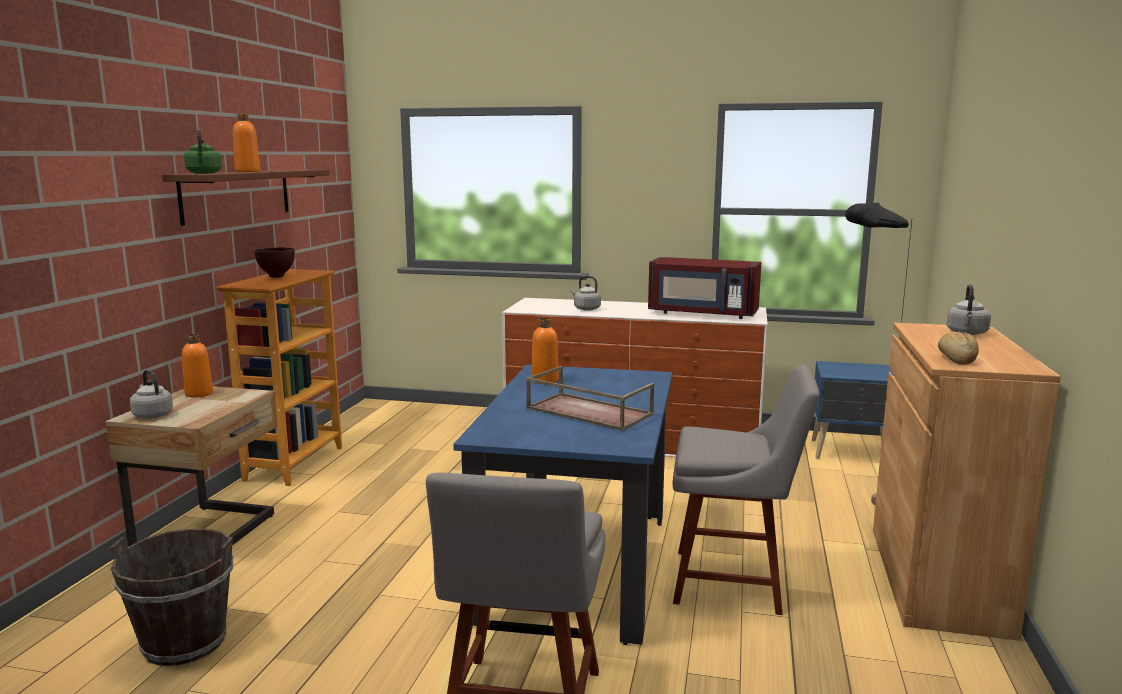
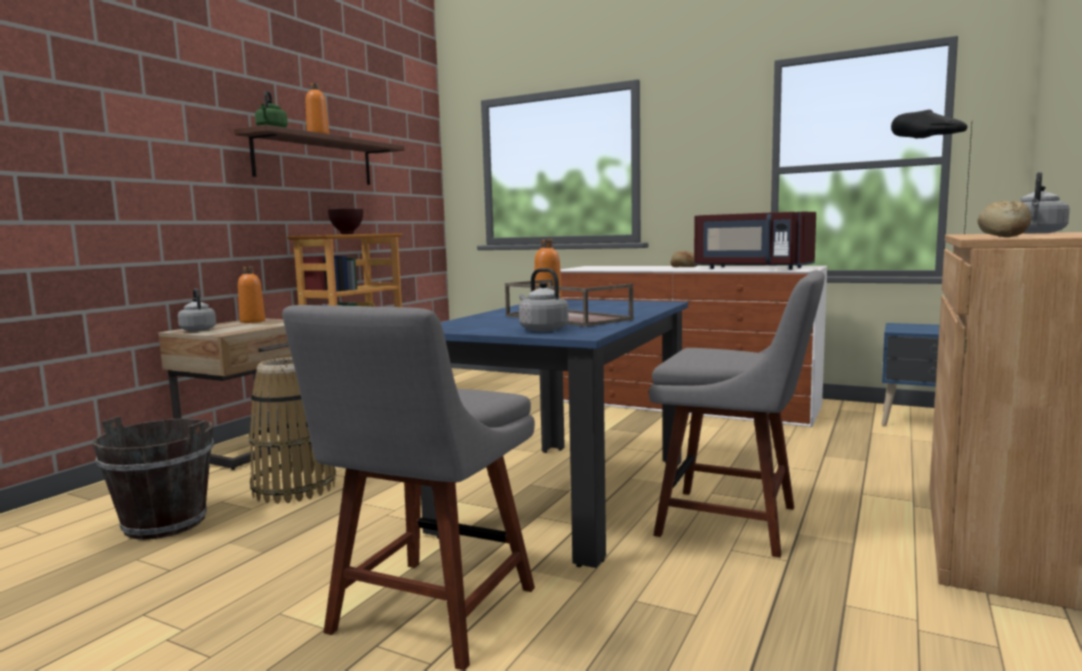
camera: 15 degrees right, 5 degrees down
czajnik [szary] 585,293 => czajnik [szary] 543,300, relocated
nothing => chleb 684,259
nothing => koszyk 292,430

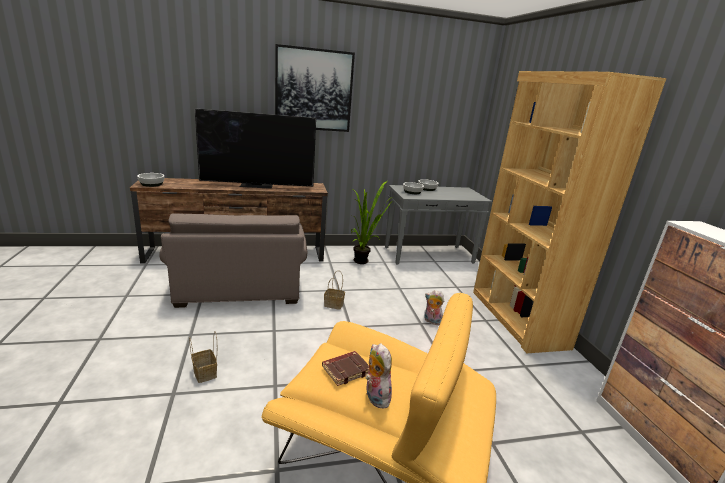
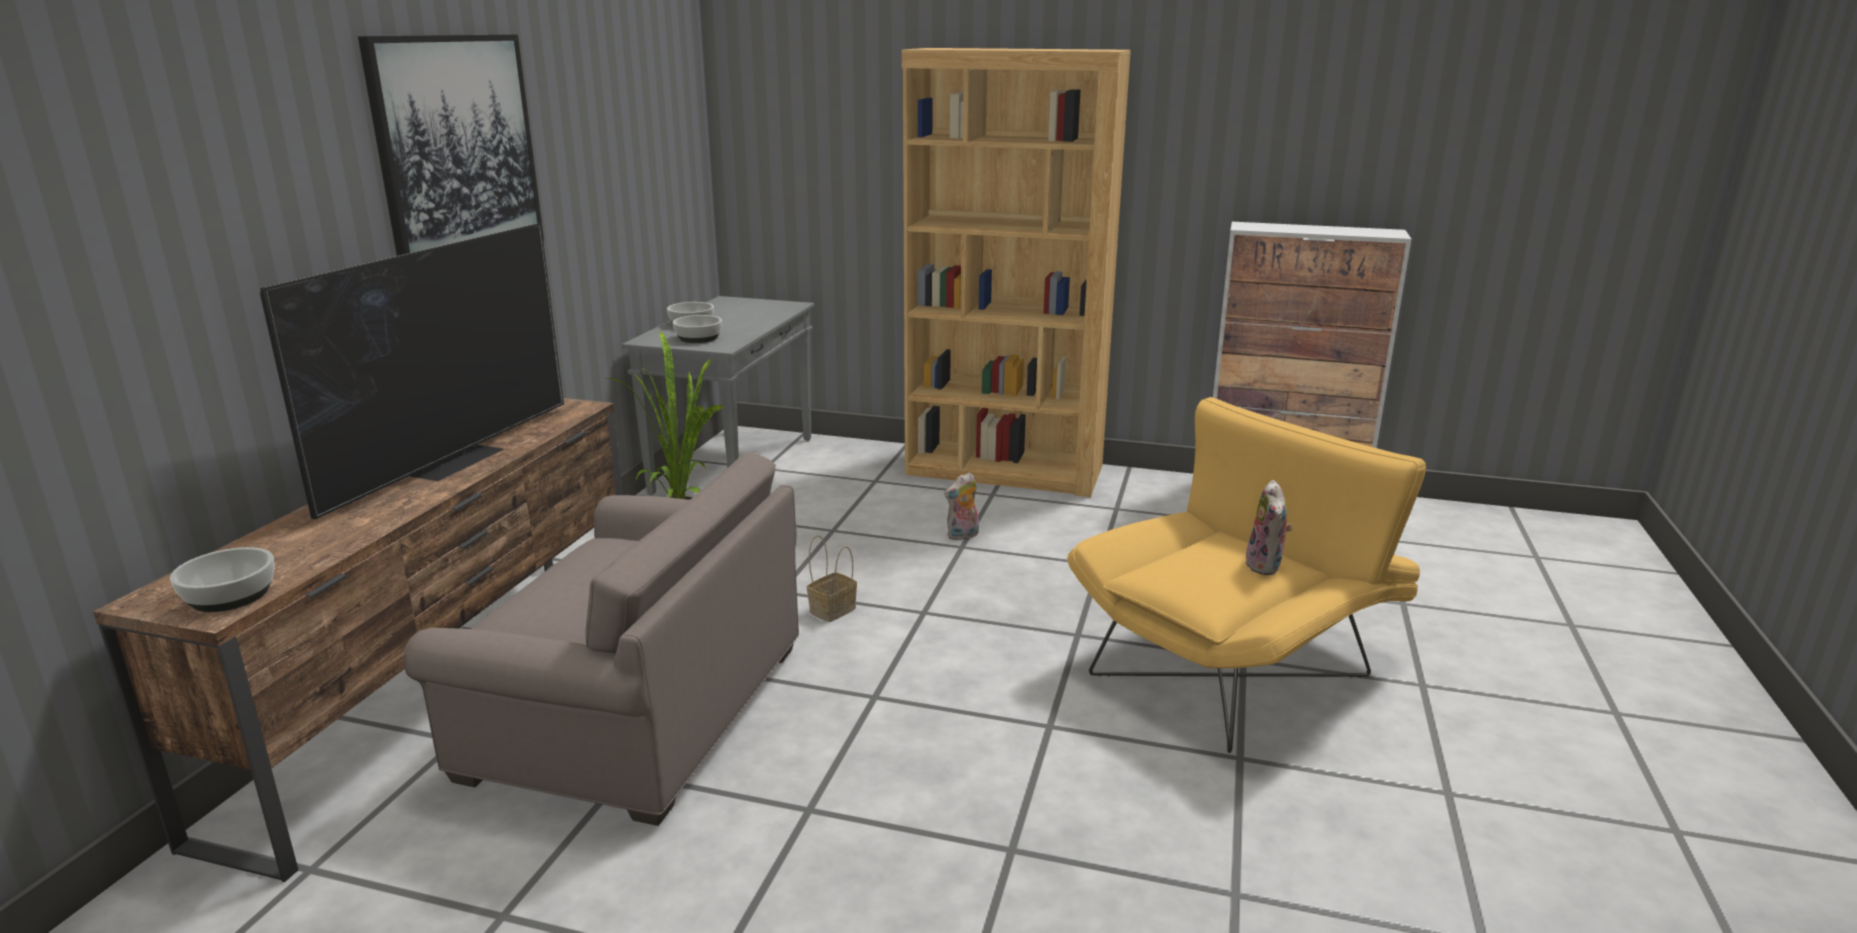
camera: 60 degrees left, 0 degrees up
koszyk 203,357 => nothing
pluszak 378,375 => pluszak 1269,527, 90 degrees counterclockwise
książka [brązowy] 345,368 => nothing

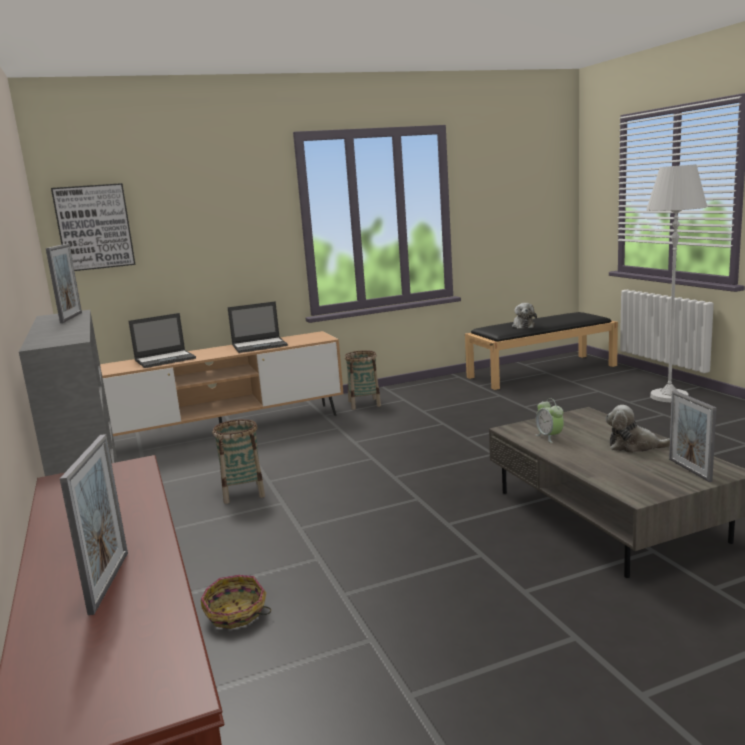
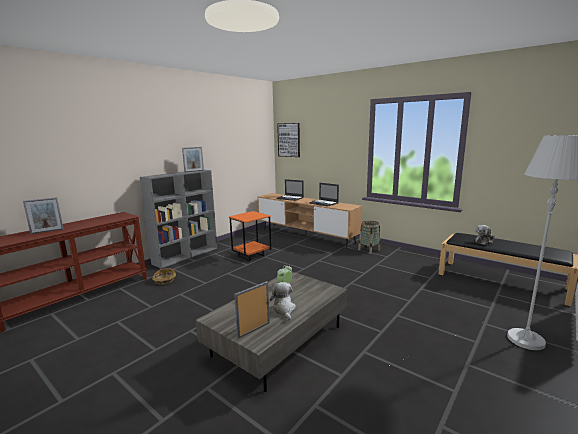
camera: 60 degrees right, 0 degrees up
koszyk 239,461 => stolik [pomarańczowy] 250,236

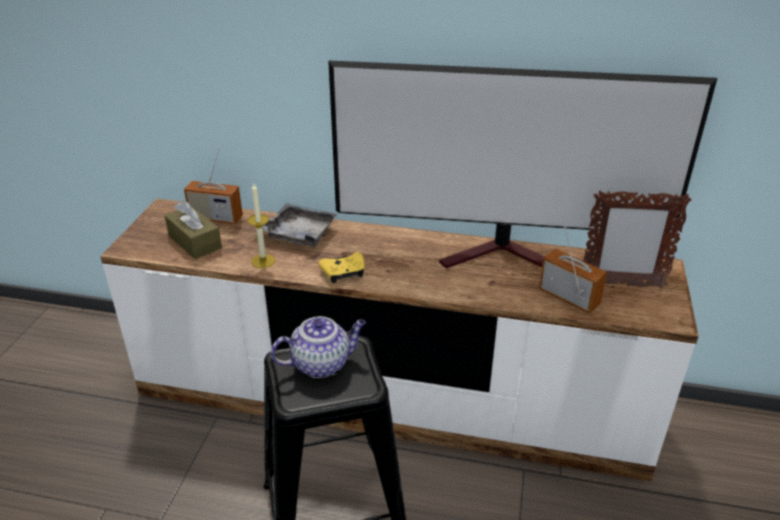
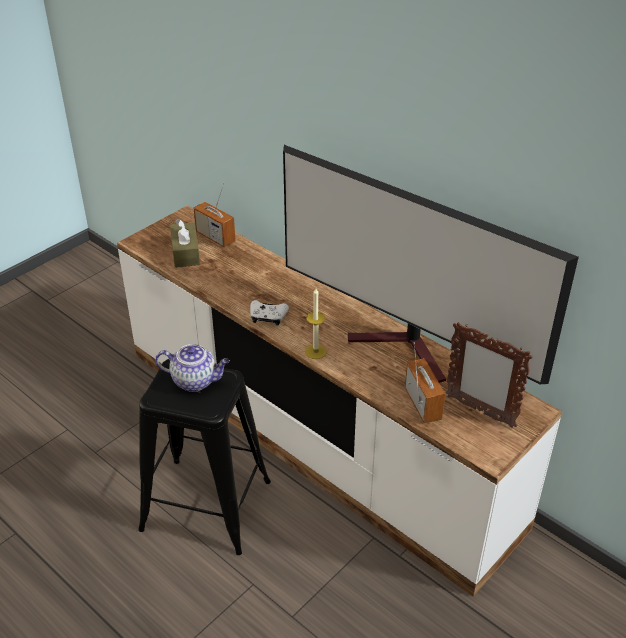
camera: 30 degrees right, 5 degrees up
świeca 261,225 => świeca 316,323, relocated
taca [szary] 294,225 => nothing
pad do gier [żółty] 341,267 => pad do gier [biały] 269,313

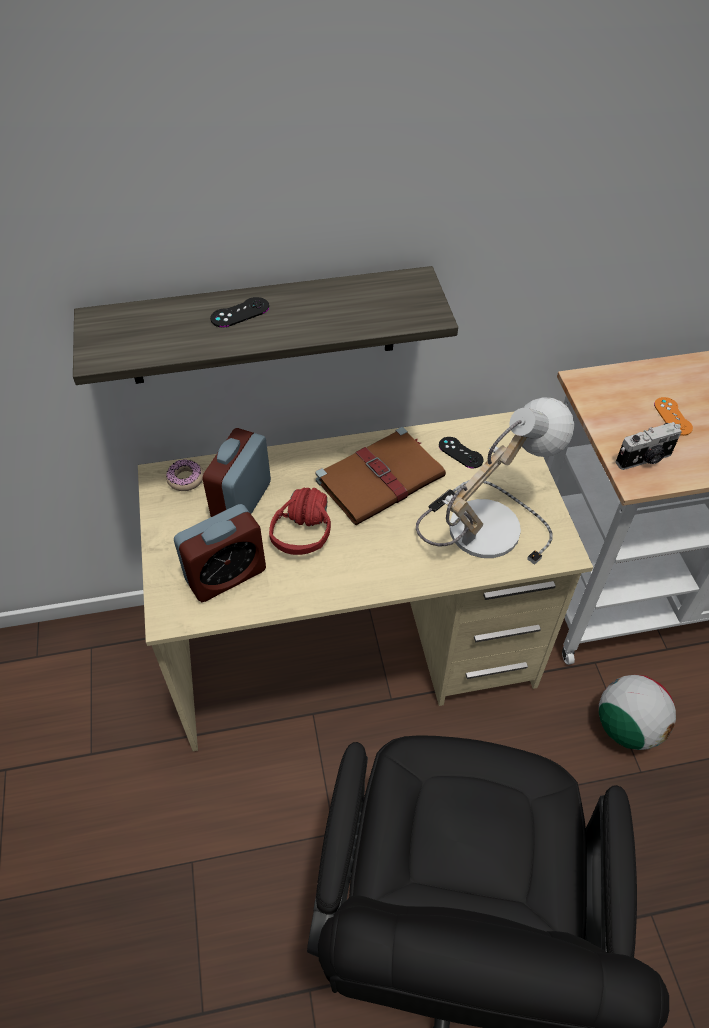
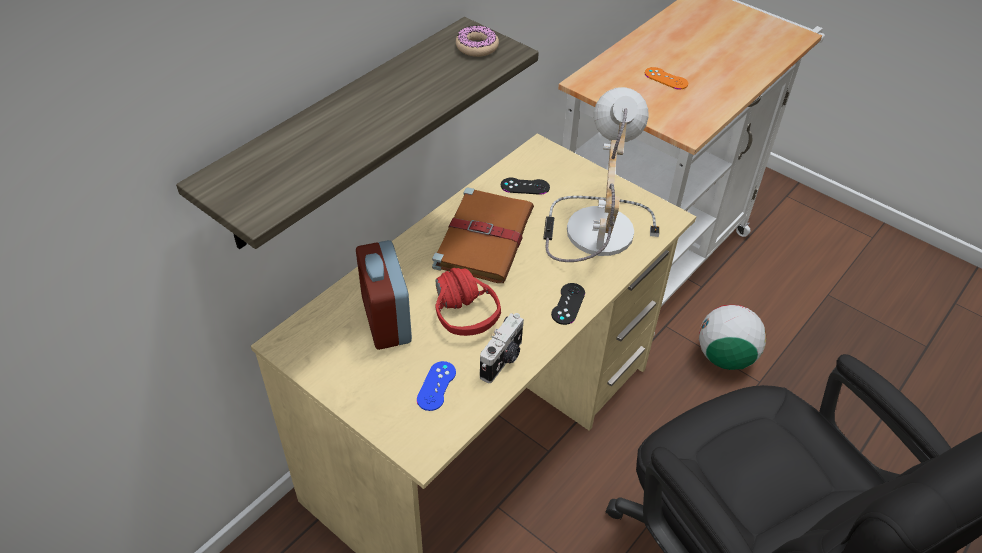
camera: 40 degrees left, 5 degrees down
pad do gier [czarny] 239,312 => pad do gier [czarny] 568,304, relocated
aparat fotograficzny 649,446 => aparat fotograficzny 502,348, relocated
donut 185,475 => donut 477,41, relocated
budzik 220,553 => pad do gier [niebieski] 436,386

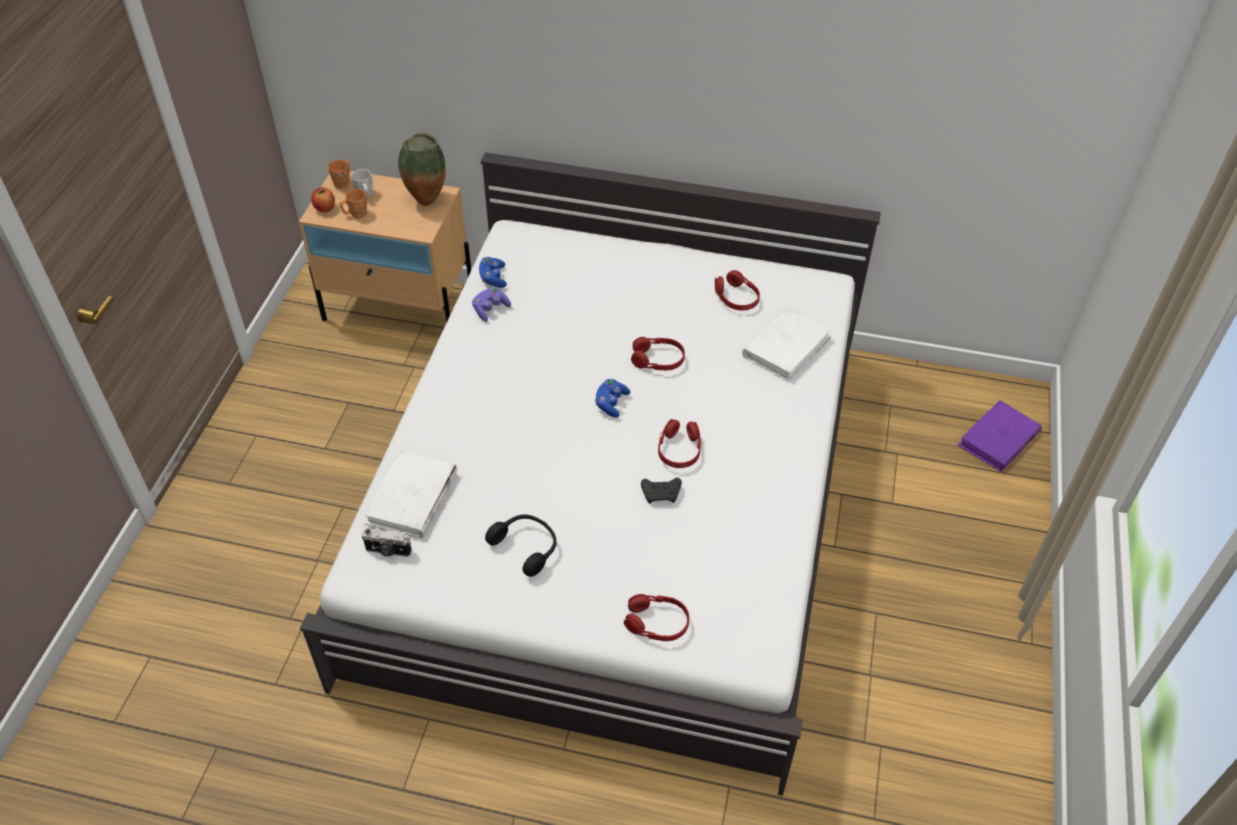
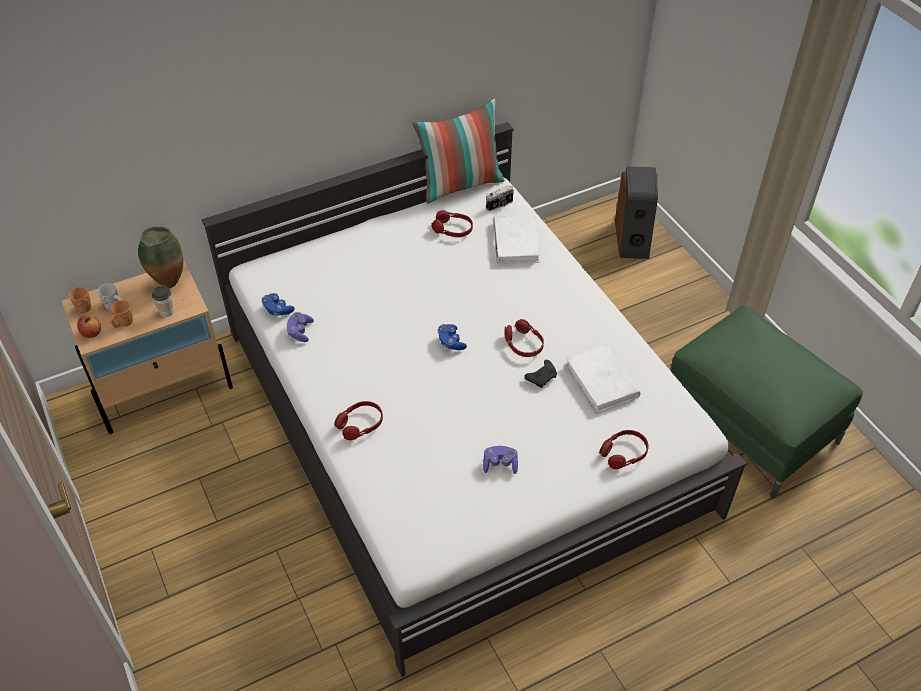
camera: 40 degrees left, 0 degrees up
słuchawki [czerwony] 658,353 => słuchawki [czerwony] 358,420, relocated
książka [fioletowy] 999,436 => głośnik 636,212
książka [biały] 410,494 => książka [biały] 603,379, relocated
słuchawki [czarny] 521,545 => pad do gier [fioletowy] 500,460
aparat fotograficzny 387,542 => aparat fotograficzny 500,198, relocated
nothing => poduszka 458,151
nothing => filiżanka 163,301
nothing => pufa [zielony] 767,402

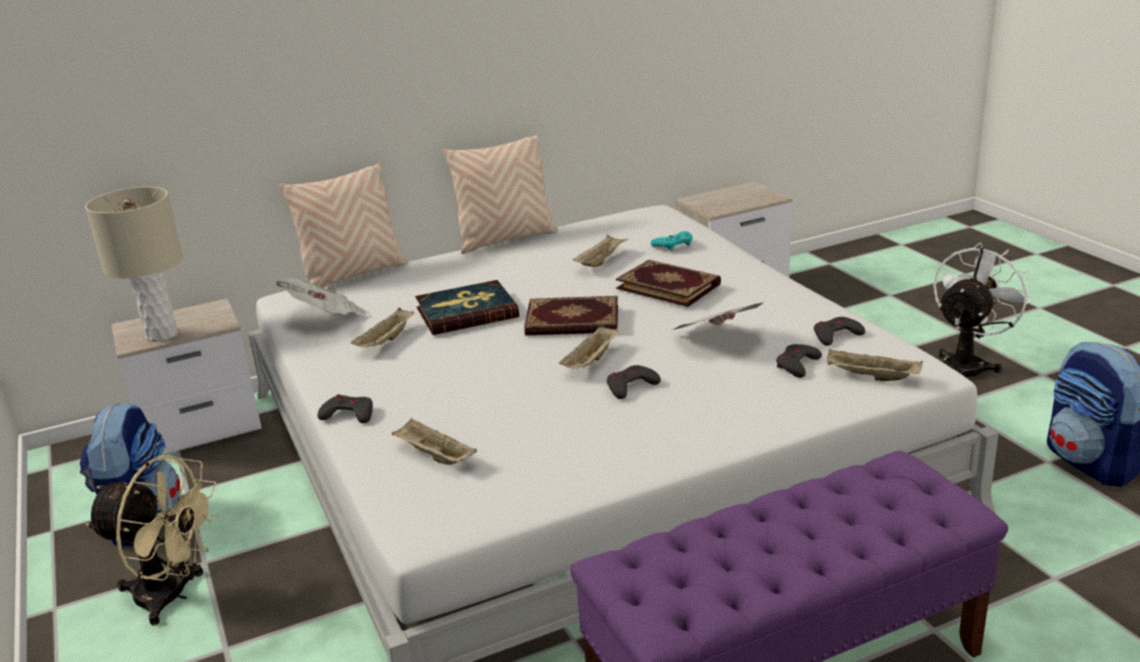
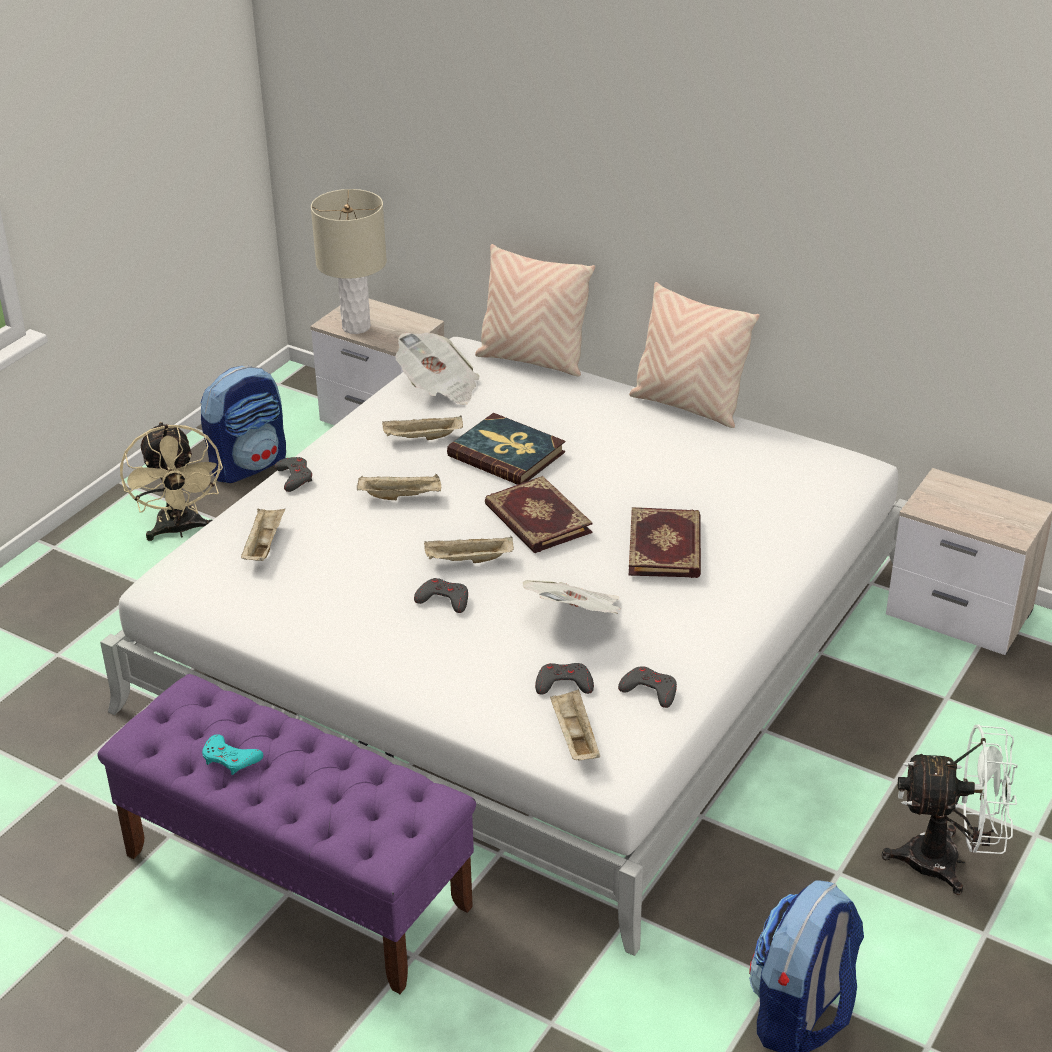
camera: 55 degrees right, 10 degrees up
pad do gier [turkusowy] 672,241 => pad do gier [turkusowy] 232,754, relocated
taca [beżowy] 600,251 => taca [beżowy] 399,487, relocated

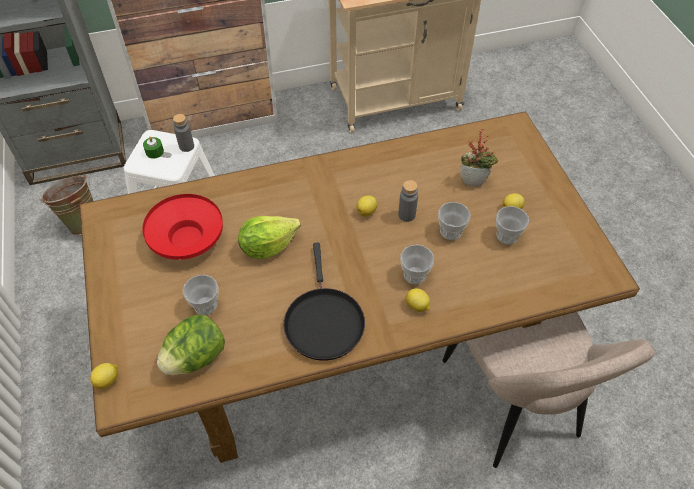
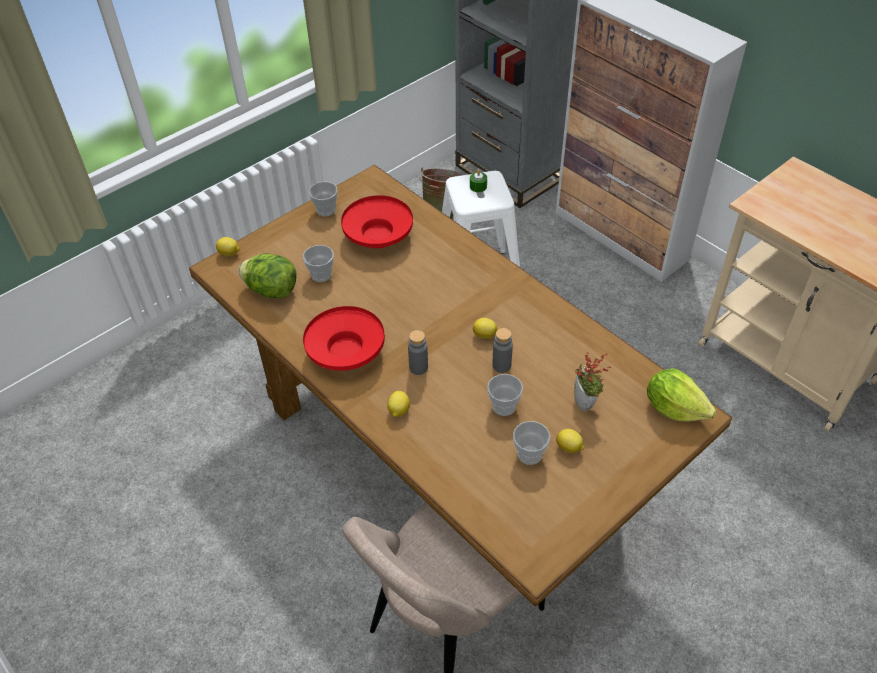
camera: 65 degrees right, 5 degrees down
butelka [szary] 183,133 => butelka [szary] 418,352, relocated
sałata 269,237 => sałata 682,395, relocated
patelnia [czarny] 324,302 => miska [czerwony] 344,338
filiżanka 417,264 => filiżanka 323,199, relocated

